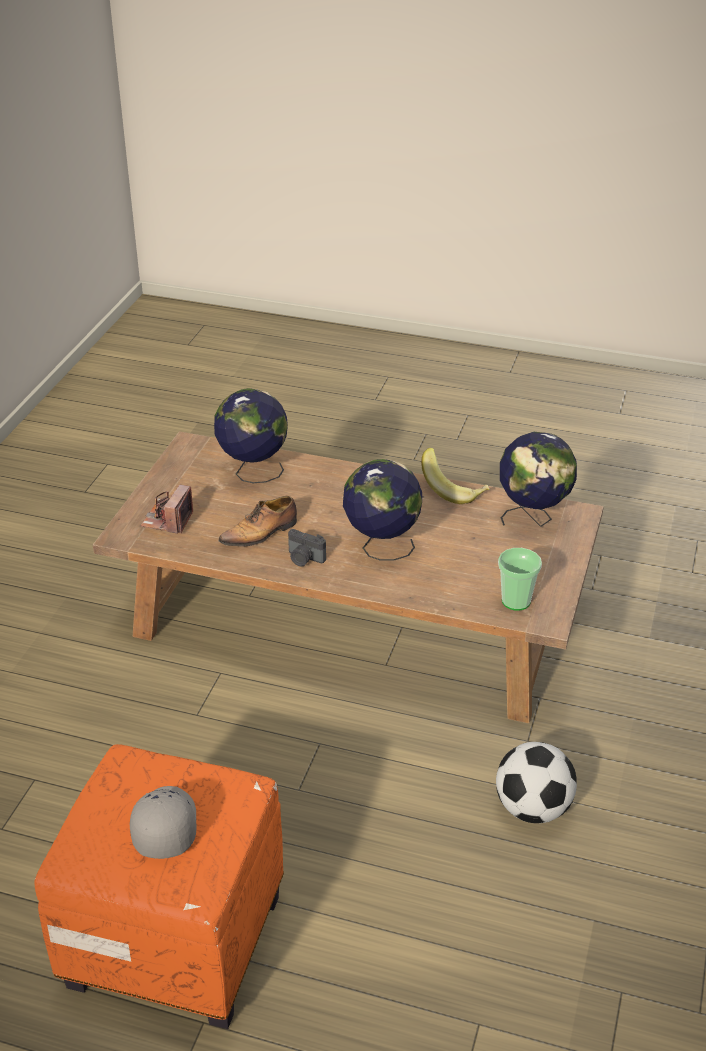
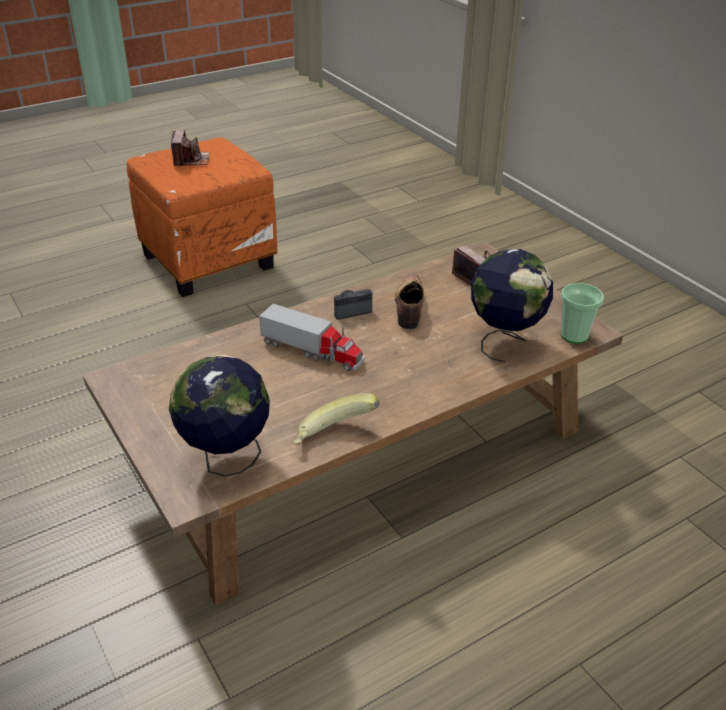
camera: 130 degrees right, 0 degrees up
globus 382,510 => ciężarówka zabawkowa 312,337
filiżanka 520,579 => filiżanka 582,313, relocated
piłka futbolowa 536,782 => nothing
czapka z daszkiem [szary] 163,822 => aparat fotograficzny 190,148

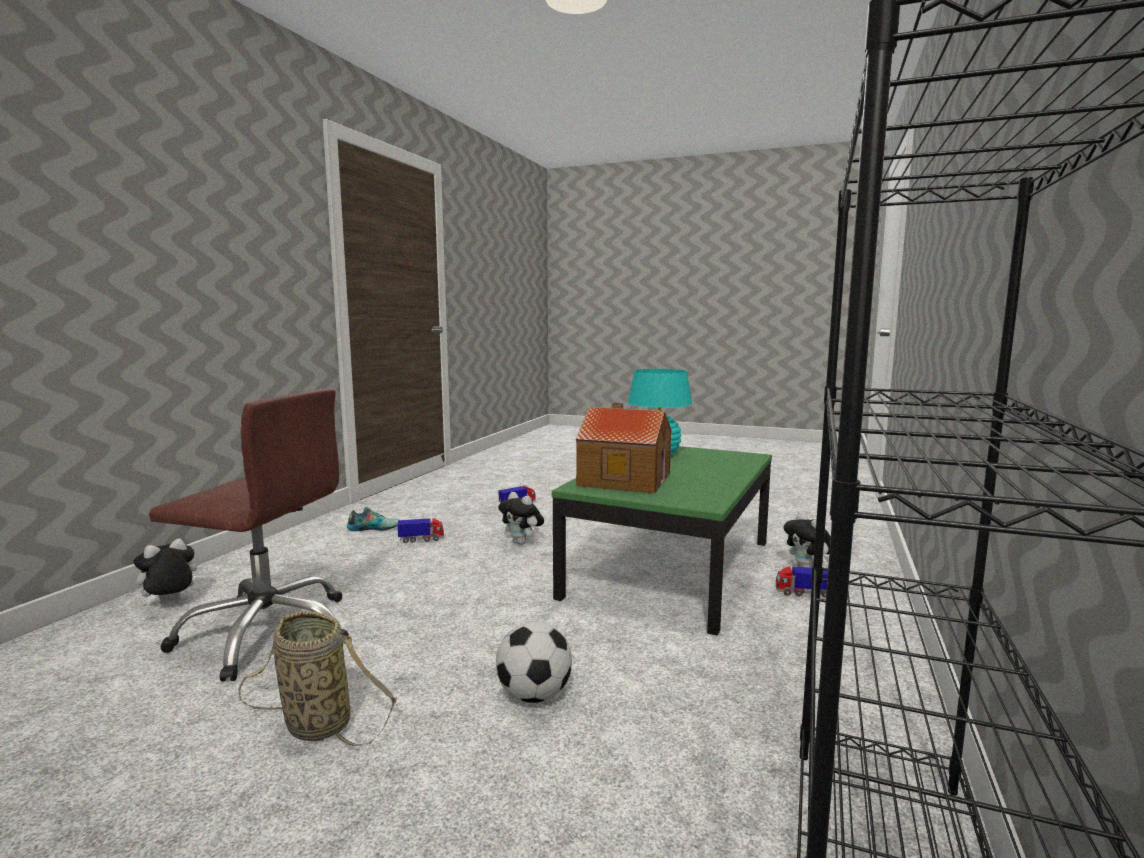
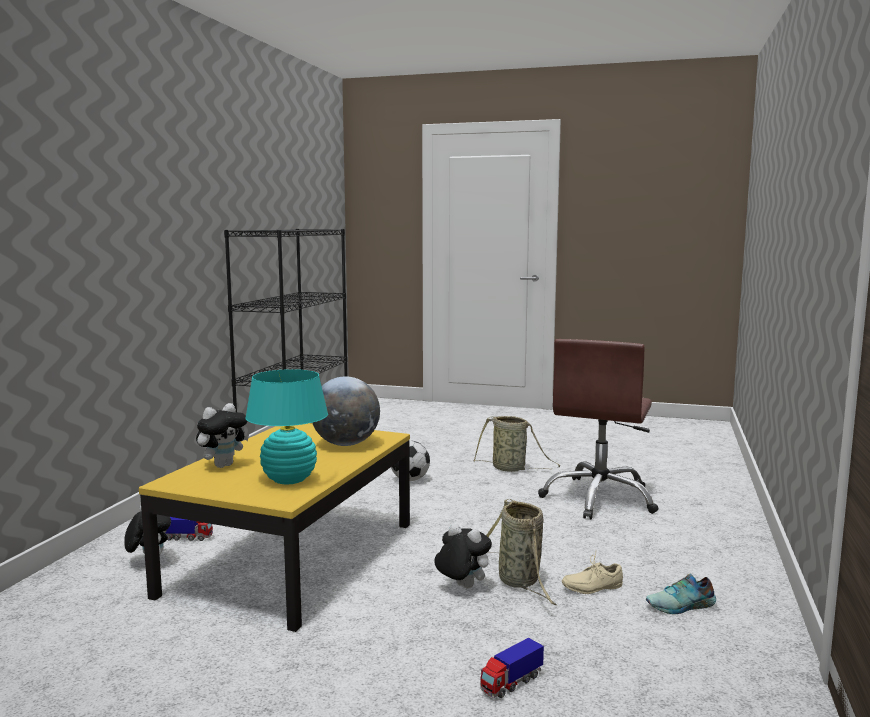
camera: 175 degrees right, 0 degrees up
krzesło biurowe [brązowy] 249,535 => krzesło biurowe [brązowy] 598,429, 75 degrees counterclockwise
domek 624,448 => globus 346,411
ława [zielony] 662,541 => ława [żółty] 274,527
ciężarówka zabawkowa 420,530 => but [beżowy] 592,573
pluszak 162,571 => pluszak 222,435, relocated
nothing => koszyk 521,552

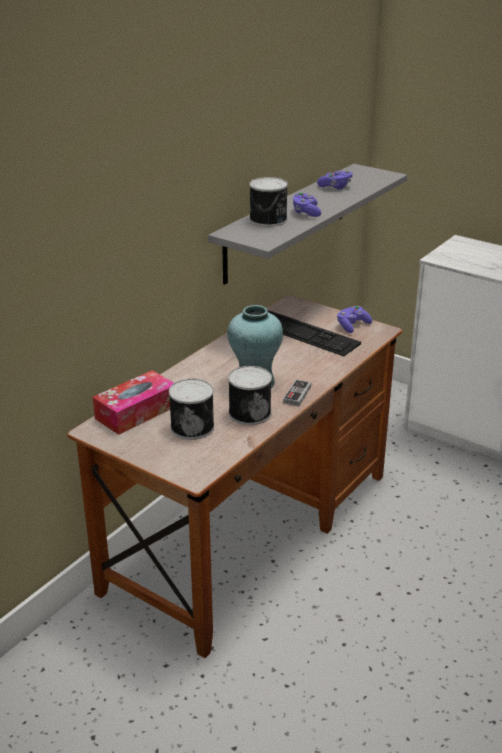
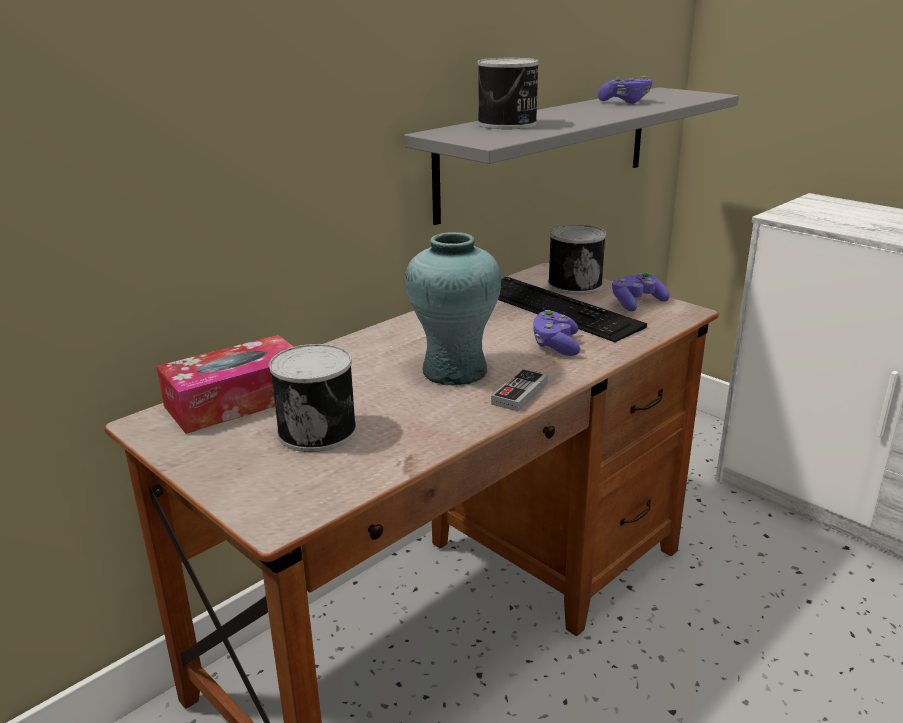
camera: 10 degrees right, 5 degrees down
pad do gier [fioletowy] 307,204 => pad do gier [fioletowy] 556,333, relocated
puszka 250,395 => puszka 577,259, relocated

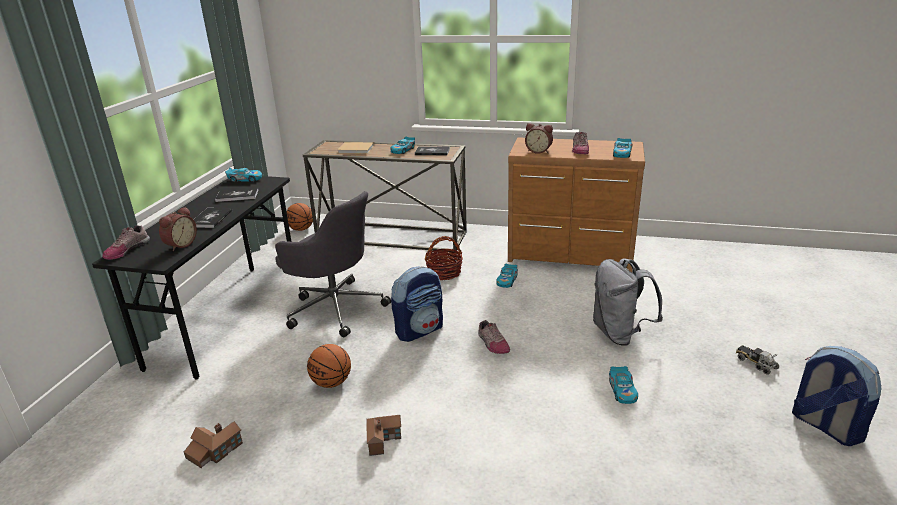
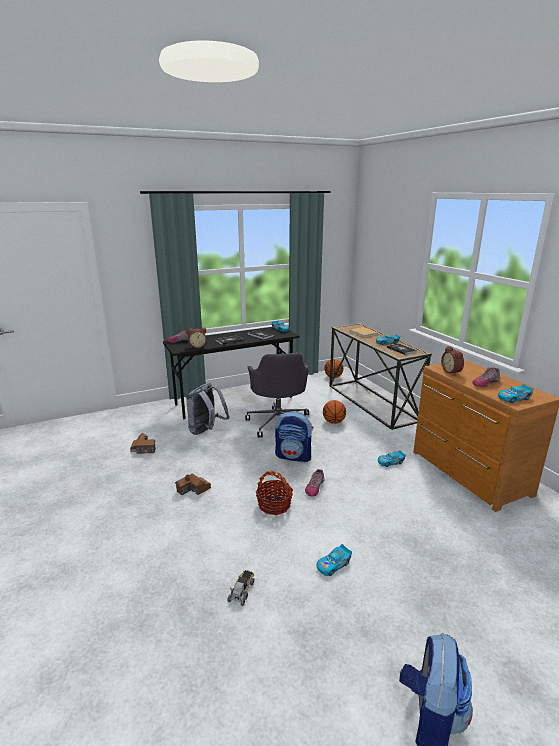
camera: 50 degrees right, 5 degrees down
koszyk 444,258 => koszyk 274,493, relocated
plecak [szary] 628,302 => plecak [szary] 208,409, relocated
piłka do koszykówki 329,366 => piłka do koszykówki 334,412, relocated
ciężarówka zabawkowa 757,360 => ciężarówka zabawkowa 240,588, relocated

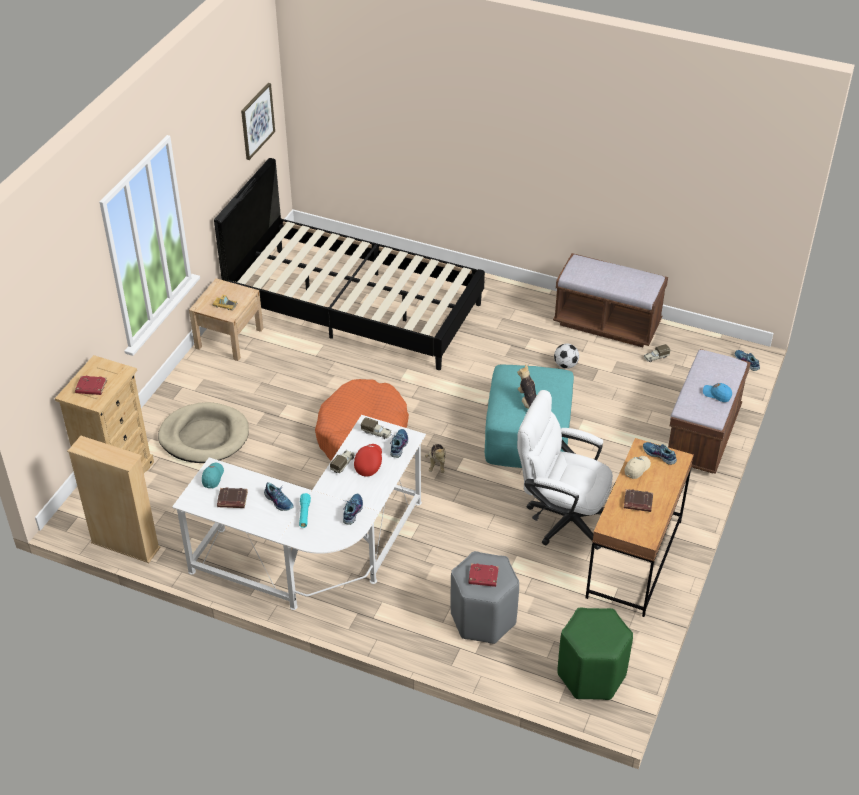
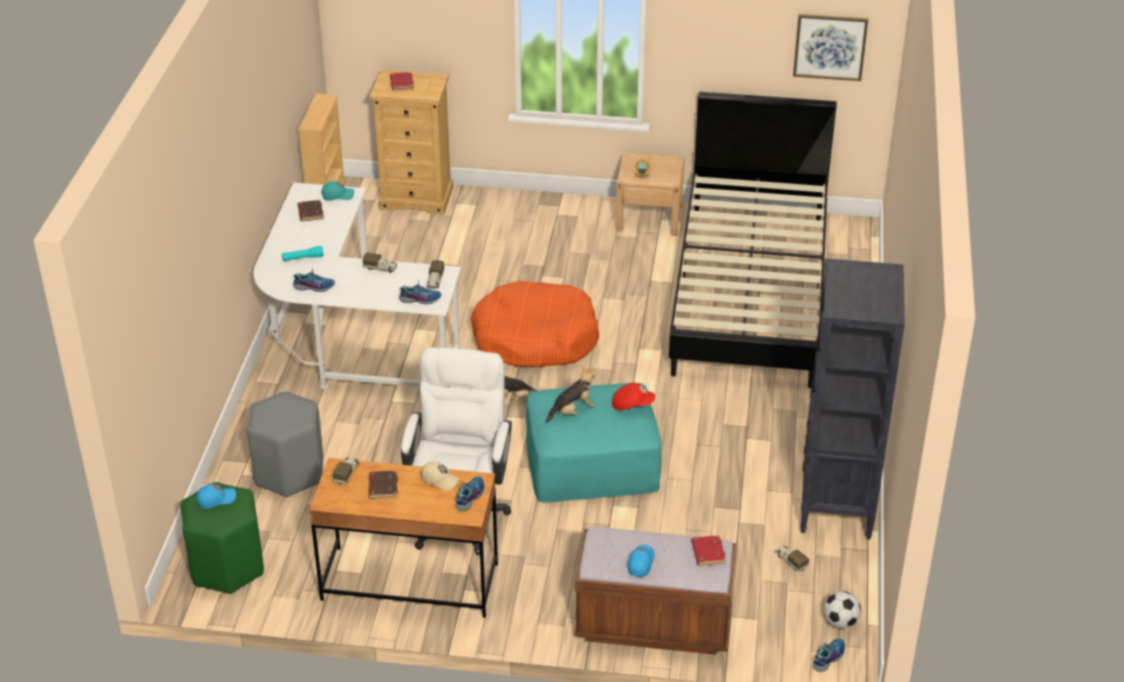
camera: 75 degrees right, 5 degrees down
ławka [brązowy] 610,300 => regał [czarny] 852,398
piłka futbolowa 566,356 => piłka futbolowa 842,610, relocated
legowisko [beżowy] 203,432 => nothing
czapka z daszkiem [czerwony] 368,460 => czapka z daszkiem [czerwony] 633,396, relocated
but 279,497 => nothing
książka [czerwony] 483,575 => książka [czerwony] 709,550, relocated
nothing => ciężarówka zabawkowa 345,470
nothing => czapka z daszkiem [niebieski] 216,496

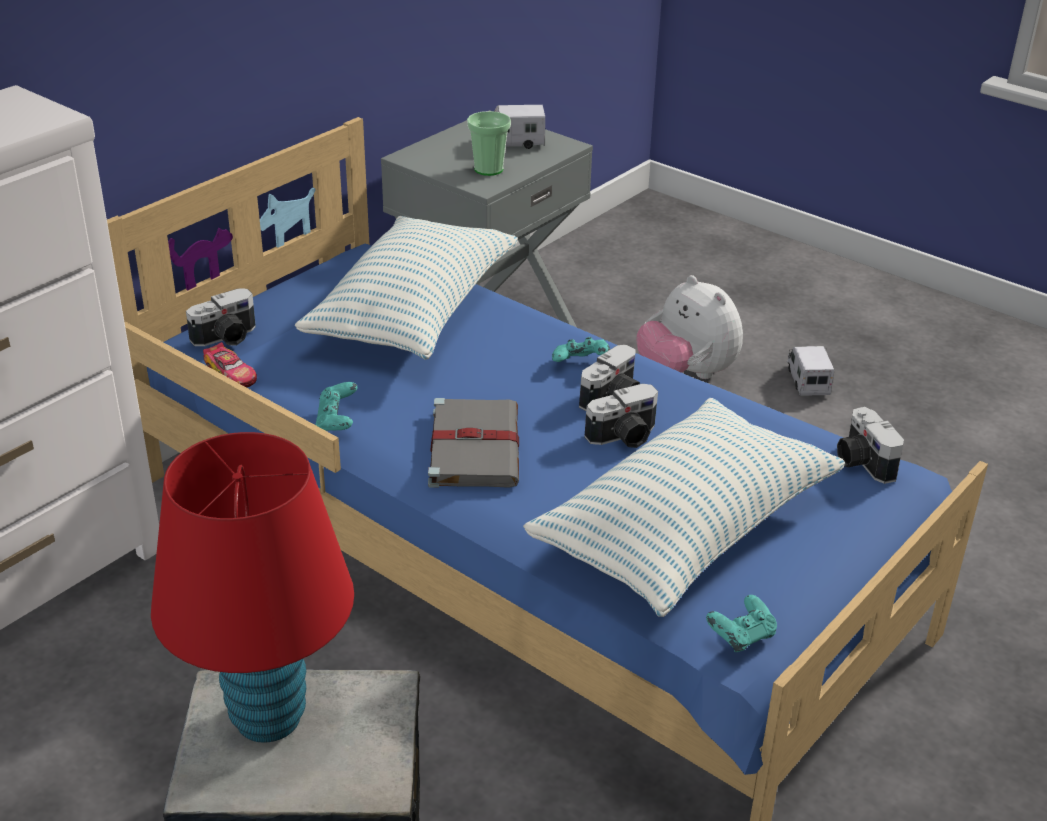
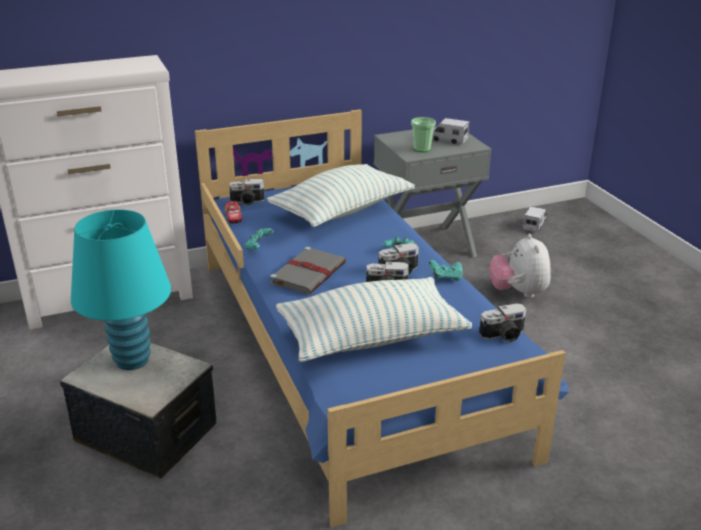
camera: 30 degrees right, 5 degrees down
ciężarówka zabawkowa 810,371 => ciężarówka zabawkowa 534,219, relocated
aparat fotograficzny 870,445 => aparat fotograficzny 503,322, 120 degrees counterclockwise
lampa stołowa [czerwony] 252,587 => lampa stołowa [turkusowy] 121,289
pad do gier [turkusowy] 741,623 => pad do gier [turkusowy] 446,270, relocated

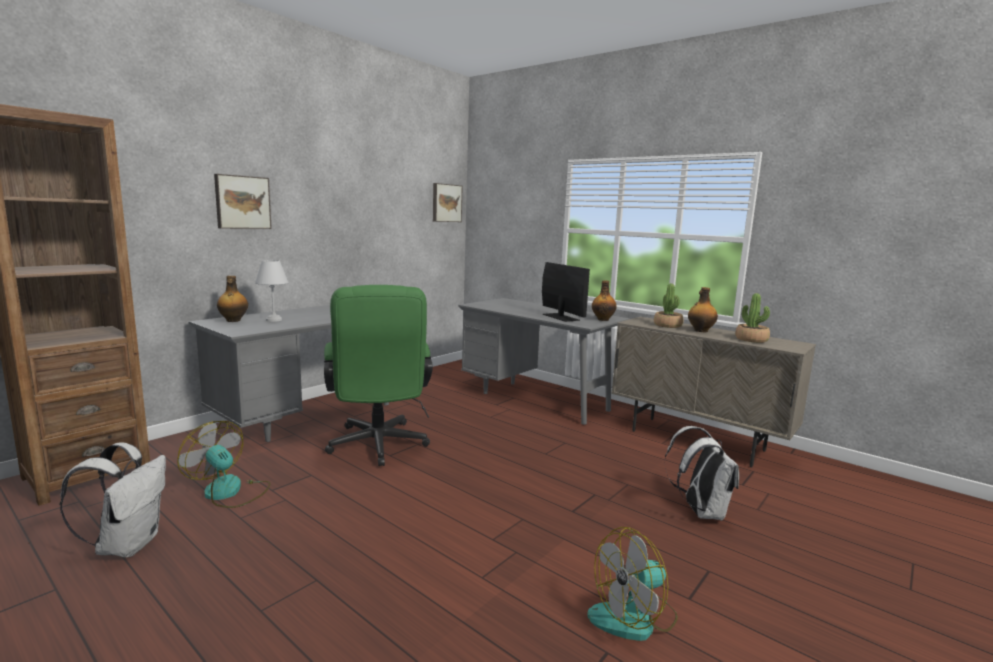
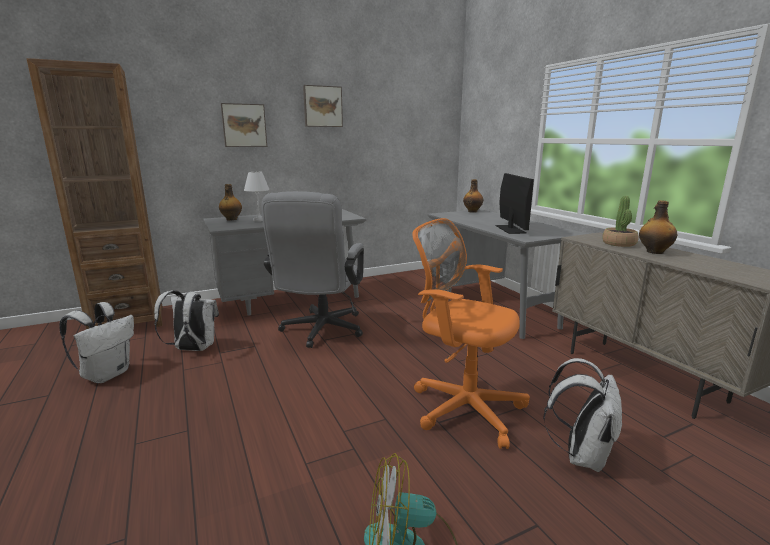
camera: 25 degrees right, 5 degrees up
obraz 448,202 => obraz 323,106, relocated
butelka 604,300 => butelka 473,195, relocated
krzesło biurowe [zielony] 378,375 => krzesło biurowe [szary] 312,269
roślina doniczkowa 752,318 => nothing
wentylator 224,464 => plecak [biały] 186,320
nothing => krzesło biurowe [pomarańczowy] 471,333

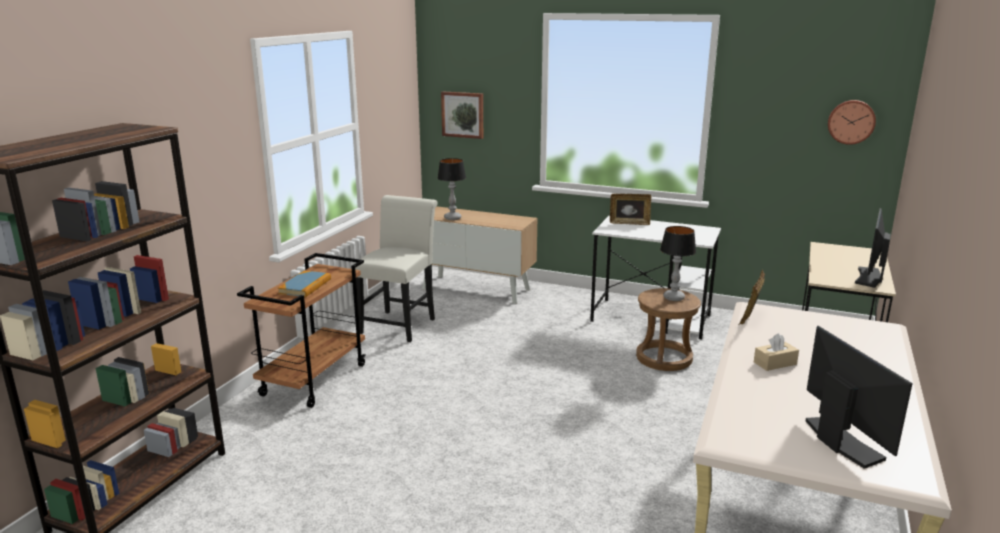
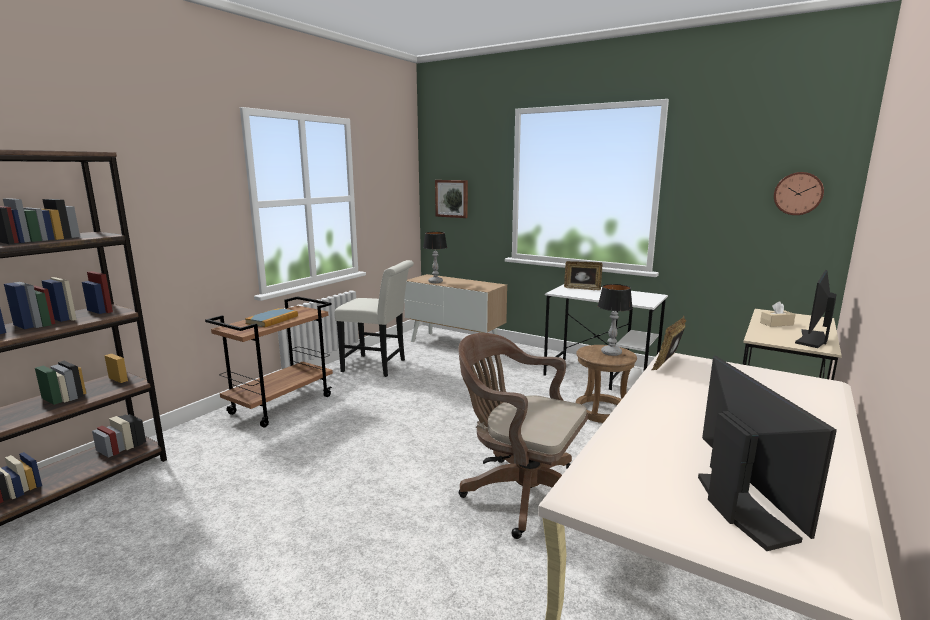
camera: 10 degrees right, 5 degrees down
krzesło [biały] 395,268 => krzesło [biały] 374,318, 75 degrees clockwise
pudełko chusteczek [beżowy] 776,352 => pudełko chusteczek [beżowy] 778,314, relocated
nothing => krzesło biurowe [brązowy] 523,436

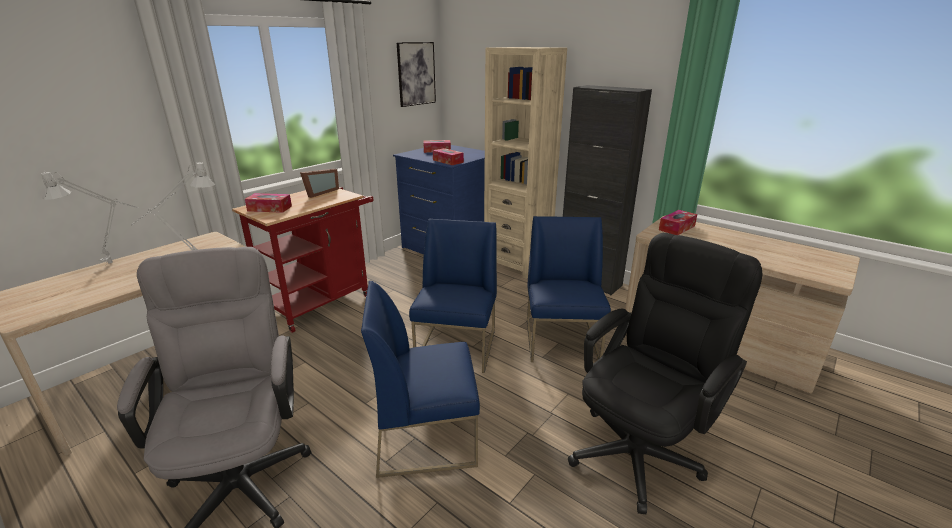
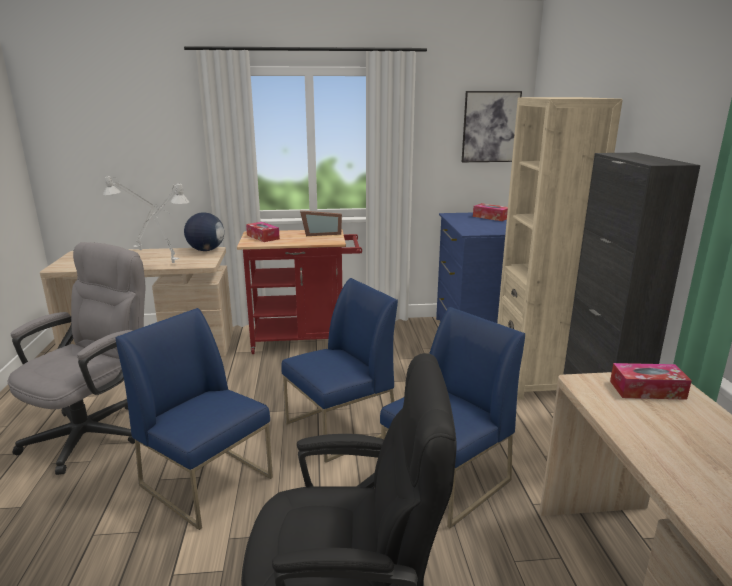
camera: 45 degrees right, 5 degrees down
pudełko chusteczek 448,156 => nothing
nothing => globus 204,231

